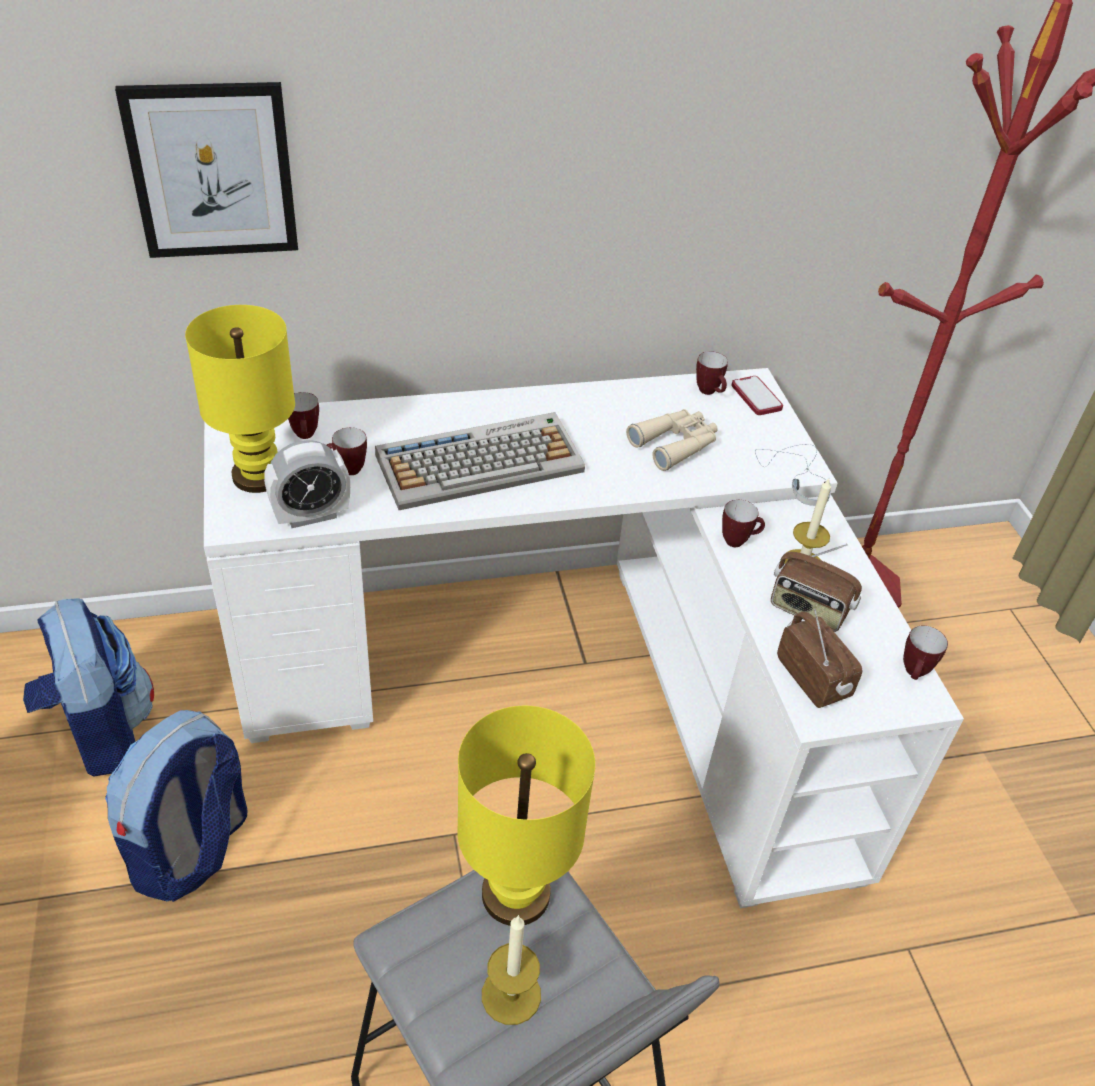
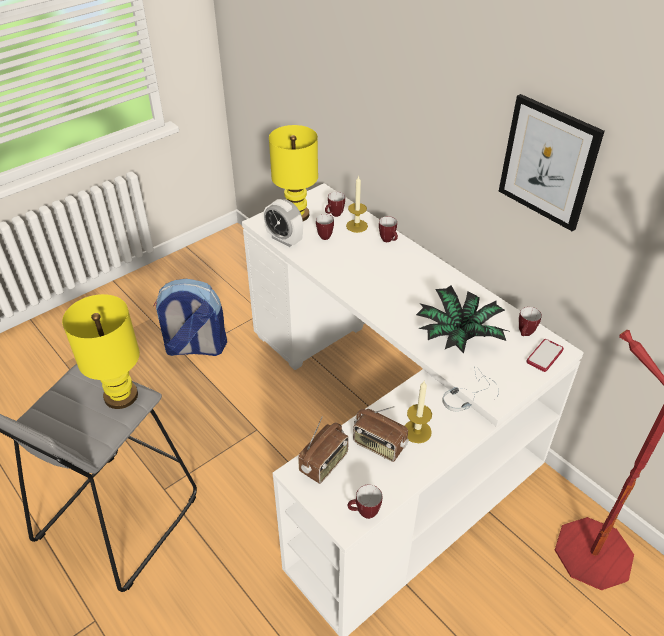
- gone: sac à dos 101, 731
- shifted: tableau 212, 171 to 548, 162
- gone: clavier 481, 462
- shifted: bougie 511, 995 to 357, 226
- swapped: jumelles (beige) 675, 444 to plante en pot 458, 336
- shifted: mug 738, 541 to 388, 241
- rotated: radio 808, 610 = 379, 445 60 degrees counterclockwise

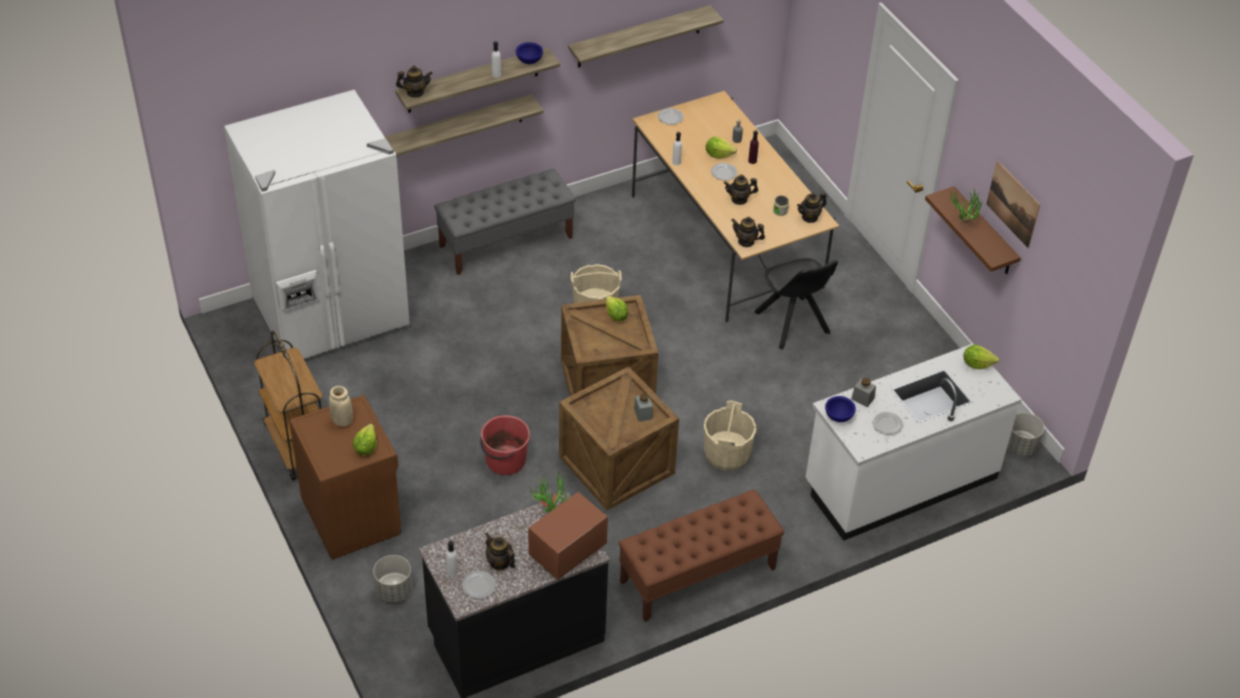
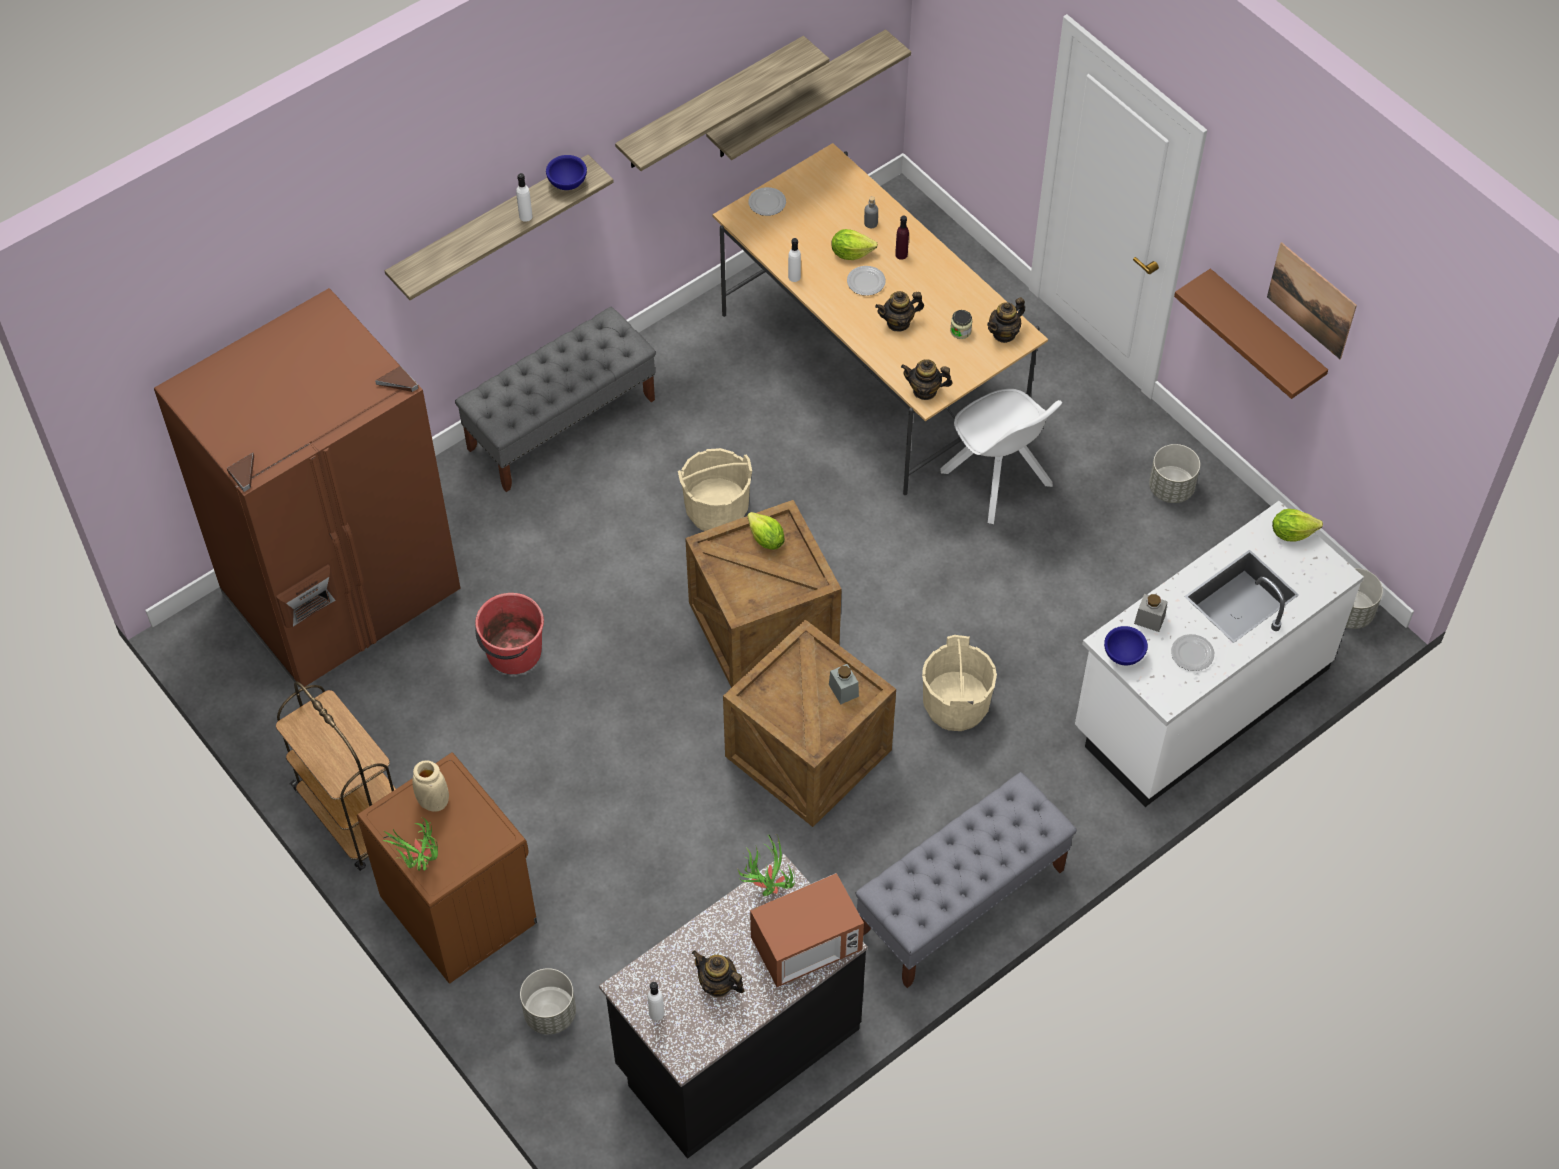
- repainted: réfrigérateur (blanc) 331, 316 to réfrigérateur (marron) 343, 595
- gone: laitue 366, 447
- shifted: étagère 458, 127 to 797, 95
- gone: théière 415, 92
- gone: assiette 478, 586
- shifted: seau (rouge) 505, 461 to 513, 652
- rotated: micro-ondes 567, 551 = 806, 947 150 degrees counterclockwise
- repainted: banc (marron) 697, 575 to banc (gris) 961, 902
- repainted: chaise (noir) 792, 324 to chaise (blanc) 998, 480
- shifted: plante en pot 963, 223 to 419, 865
- new: cache-pot (gris) 1171, 488

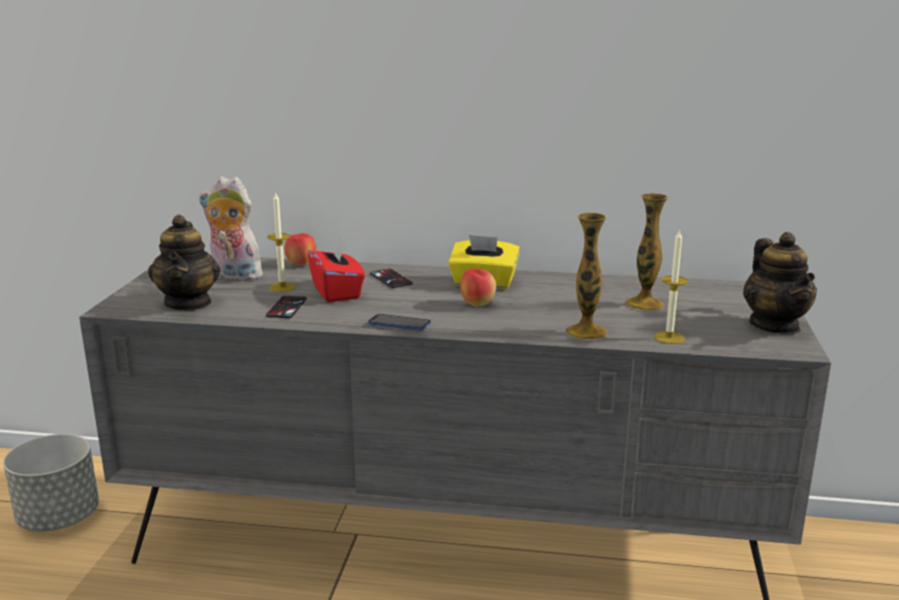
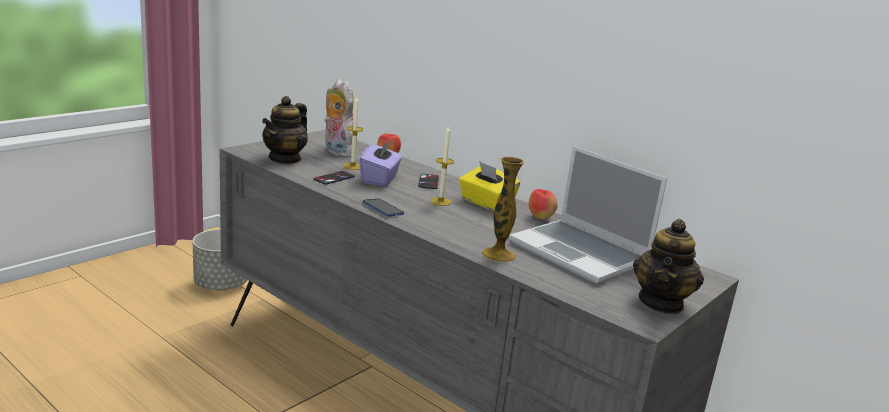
- repainted: boîte à mouchoirs (rouge) 337, 292 to boîte à mouchoirs (violet) 380, 179
- shifted: pomme 477, 304 to 540, 218
- swapped: vase 644, 304 to ordinateur portable 581, 253
- shifted: bougie 669, 337 to 440, 201

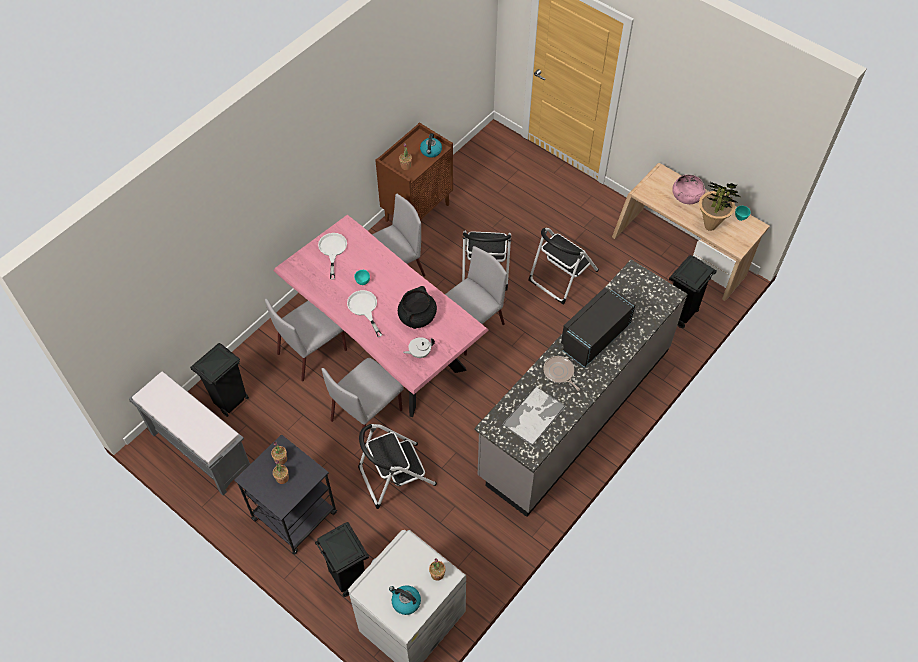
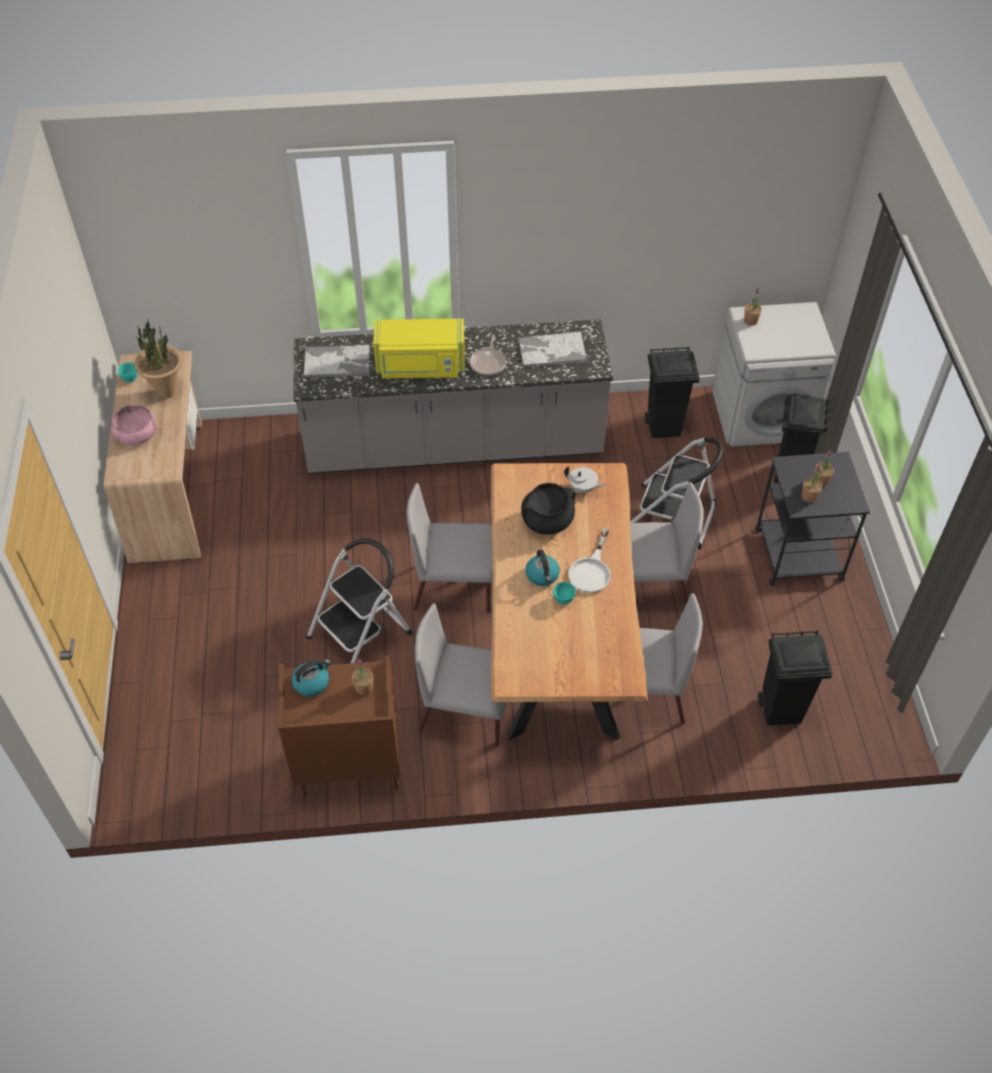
- gone: banc (gris) 199, 450
- repainted: table à manger (rose) 384, 344 to table à manger (marron) 558, 641
- gone: poêle (blanc) 332, 250
- shifted: bouilloire 405, 602 to 542, 575
- gone: escabeau 561, 276
- repainted: micro-ondes (noir) 593, 336 to micro-ondes (jaune) 420, 366
- shifted: poubelle (noir) 680, 315 to 664, 427
- new: plateau 337, 361

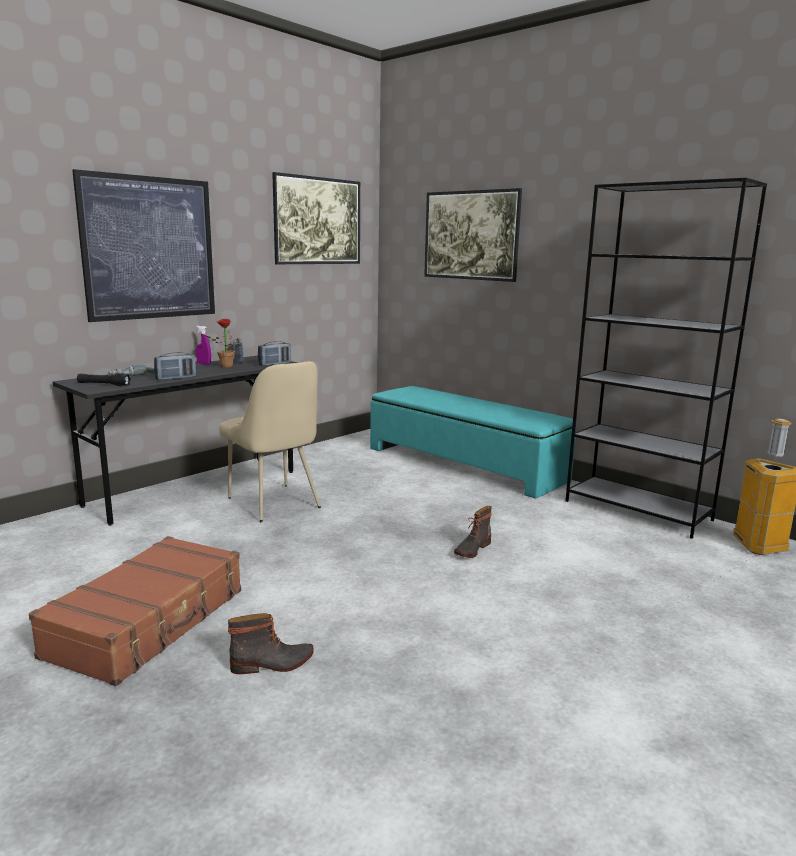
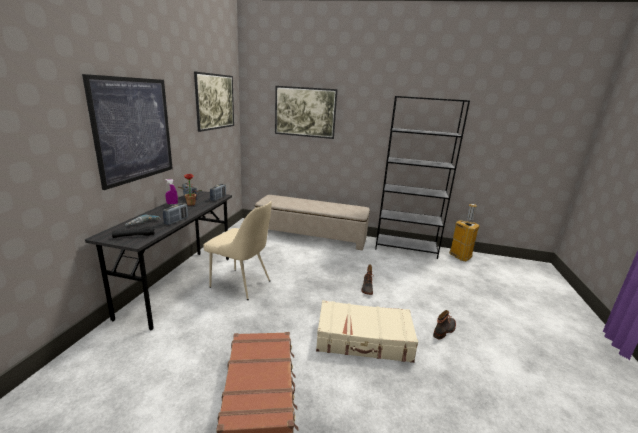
- shifted: botte 272, 664 to 444, 330
- repainted: banc (turquoise) 465, 464 to banc (beige) 311, 235
- new: valise (beige) 364, 340

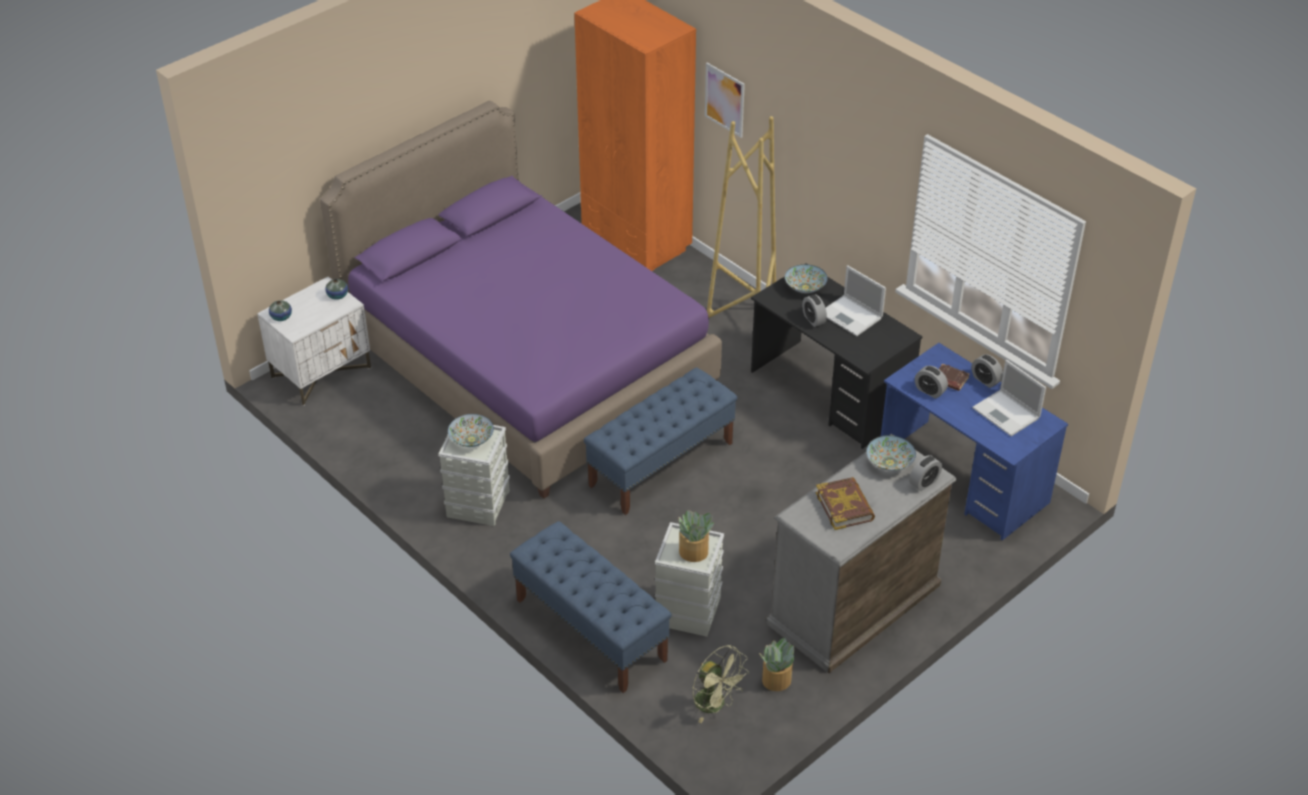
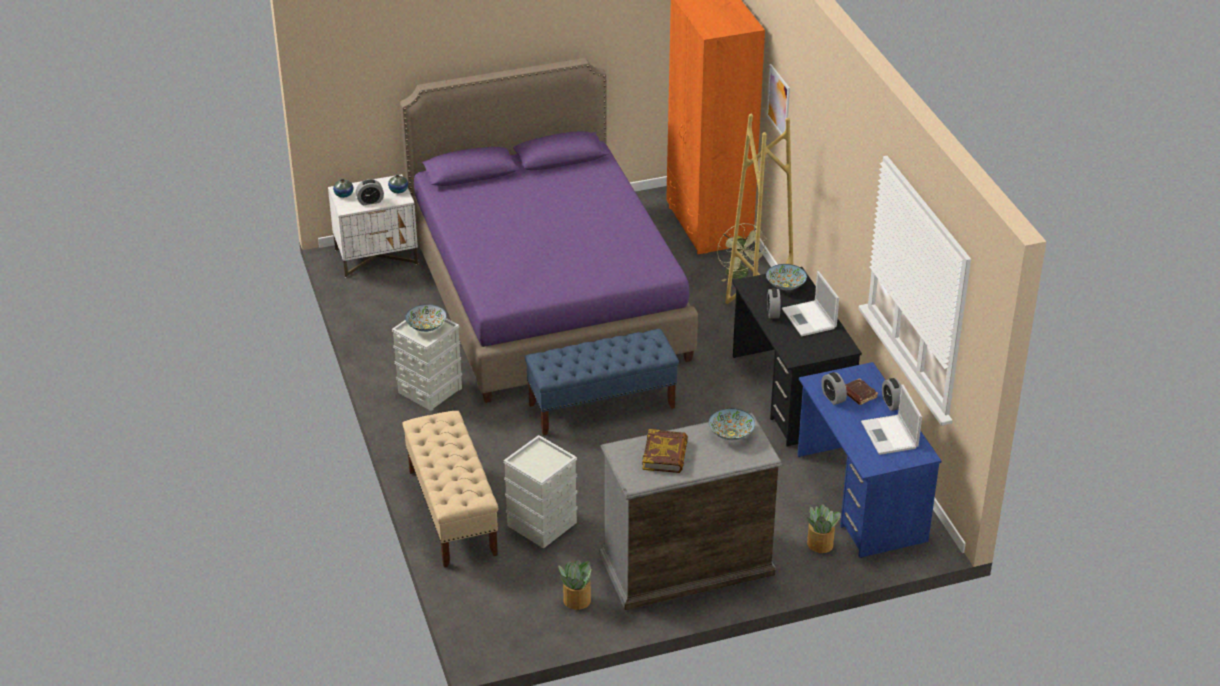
- repainted: banc (bleu) 590, 629 to banc (beige) 452, 512
- shifted: plante en pot 694, 552 to 820, 544
- shifted: ventilateur (vert) 715, 704 to 740, 275
- shifted: réveil 924, 482 to 370, 201

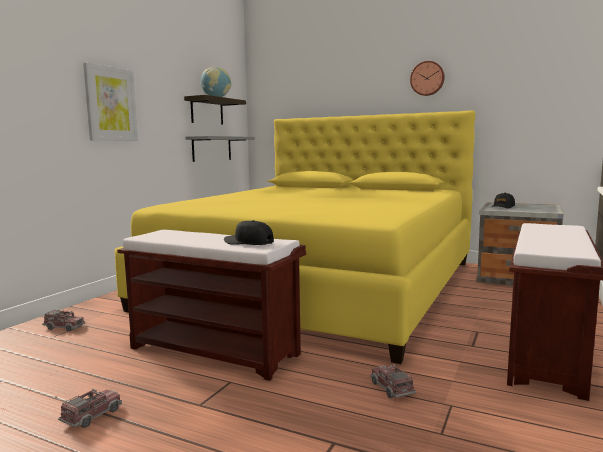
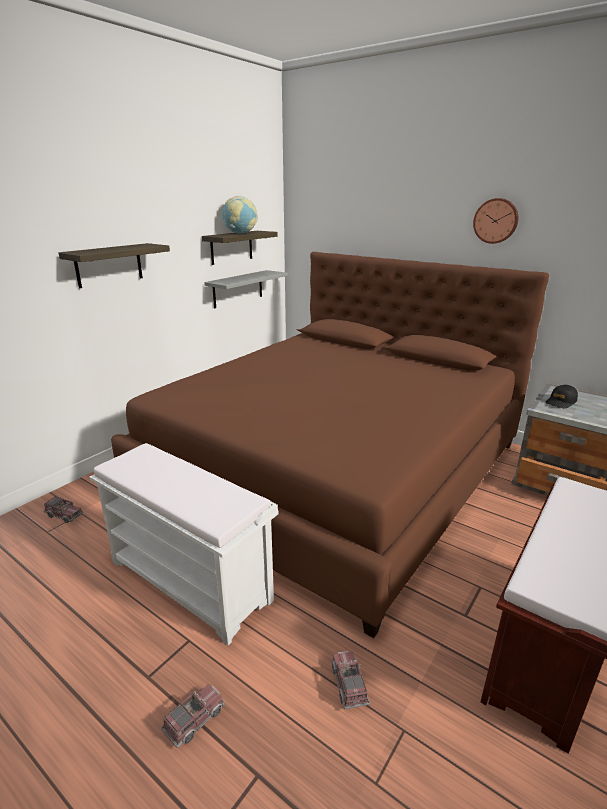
- shifted: camion jouet 92, 416 to 194, 719
- swapped: tableau 111, 104 to étagère 109, 265
- repainted: lit (jaune) 319, 284 to lit (marron) 334, 467
- repainted: banc (marron) 215, 351 to banc (blanc) 191, 580
- gone: casquette (noir) 248, 242

